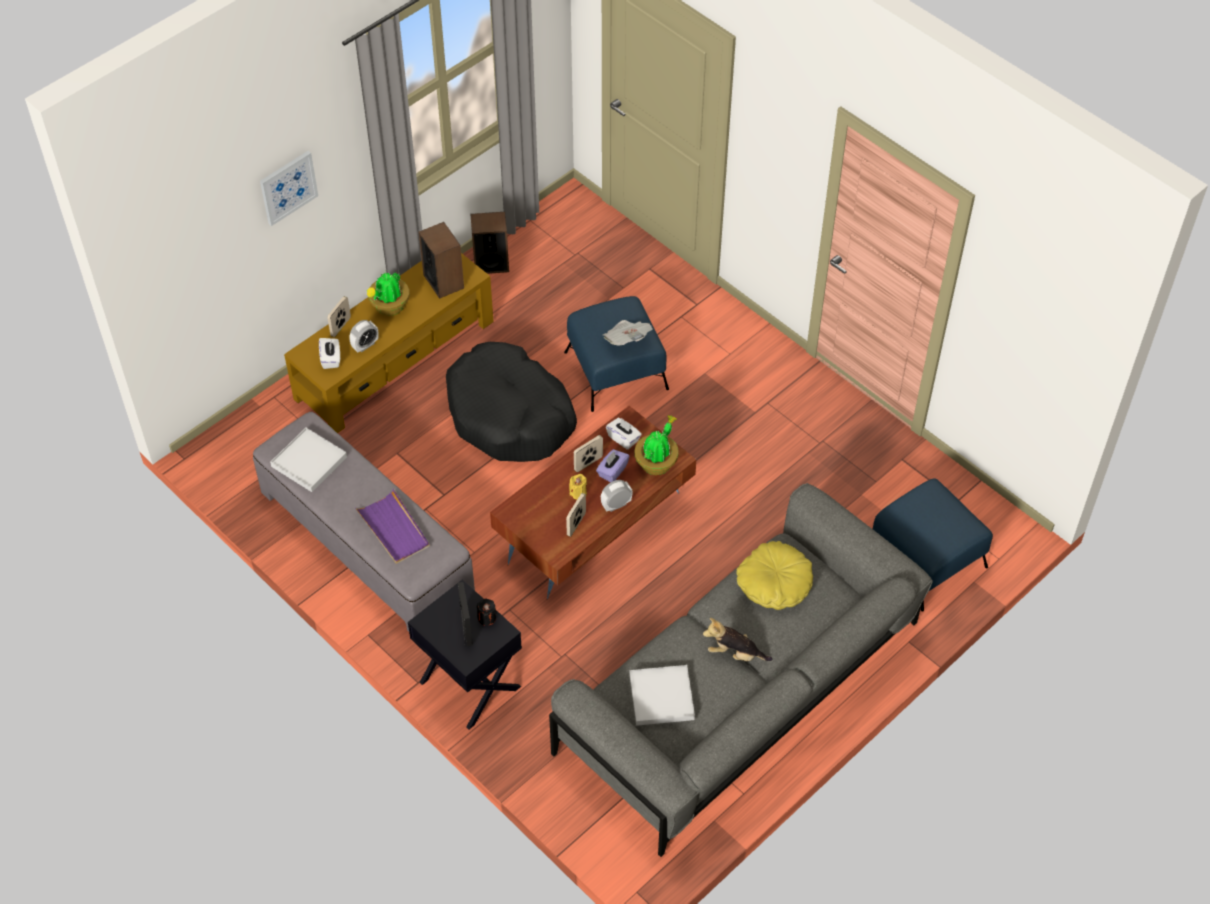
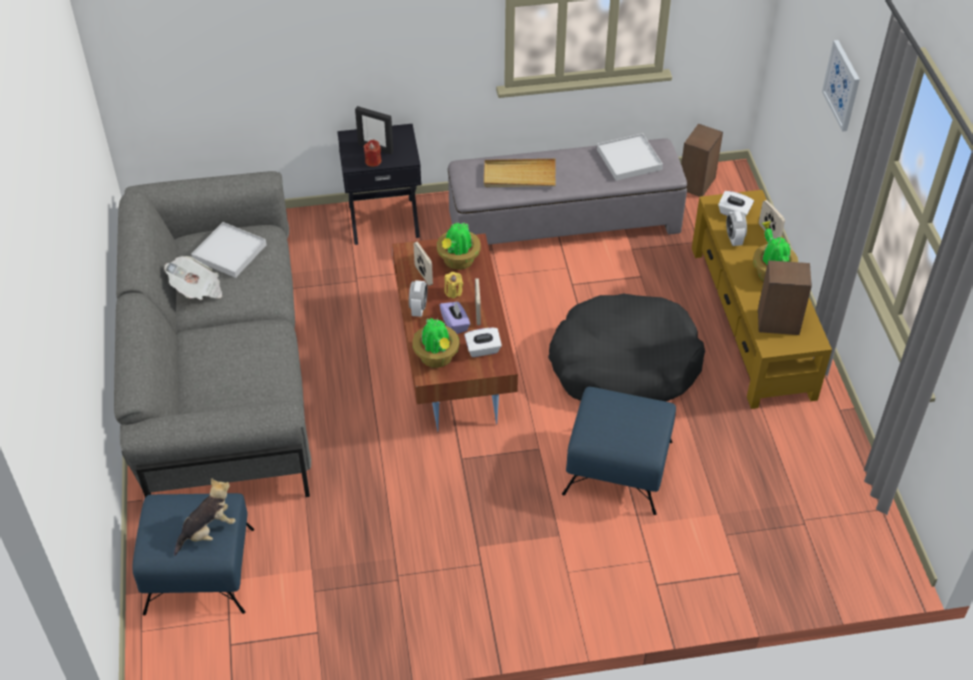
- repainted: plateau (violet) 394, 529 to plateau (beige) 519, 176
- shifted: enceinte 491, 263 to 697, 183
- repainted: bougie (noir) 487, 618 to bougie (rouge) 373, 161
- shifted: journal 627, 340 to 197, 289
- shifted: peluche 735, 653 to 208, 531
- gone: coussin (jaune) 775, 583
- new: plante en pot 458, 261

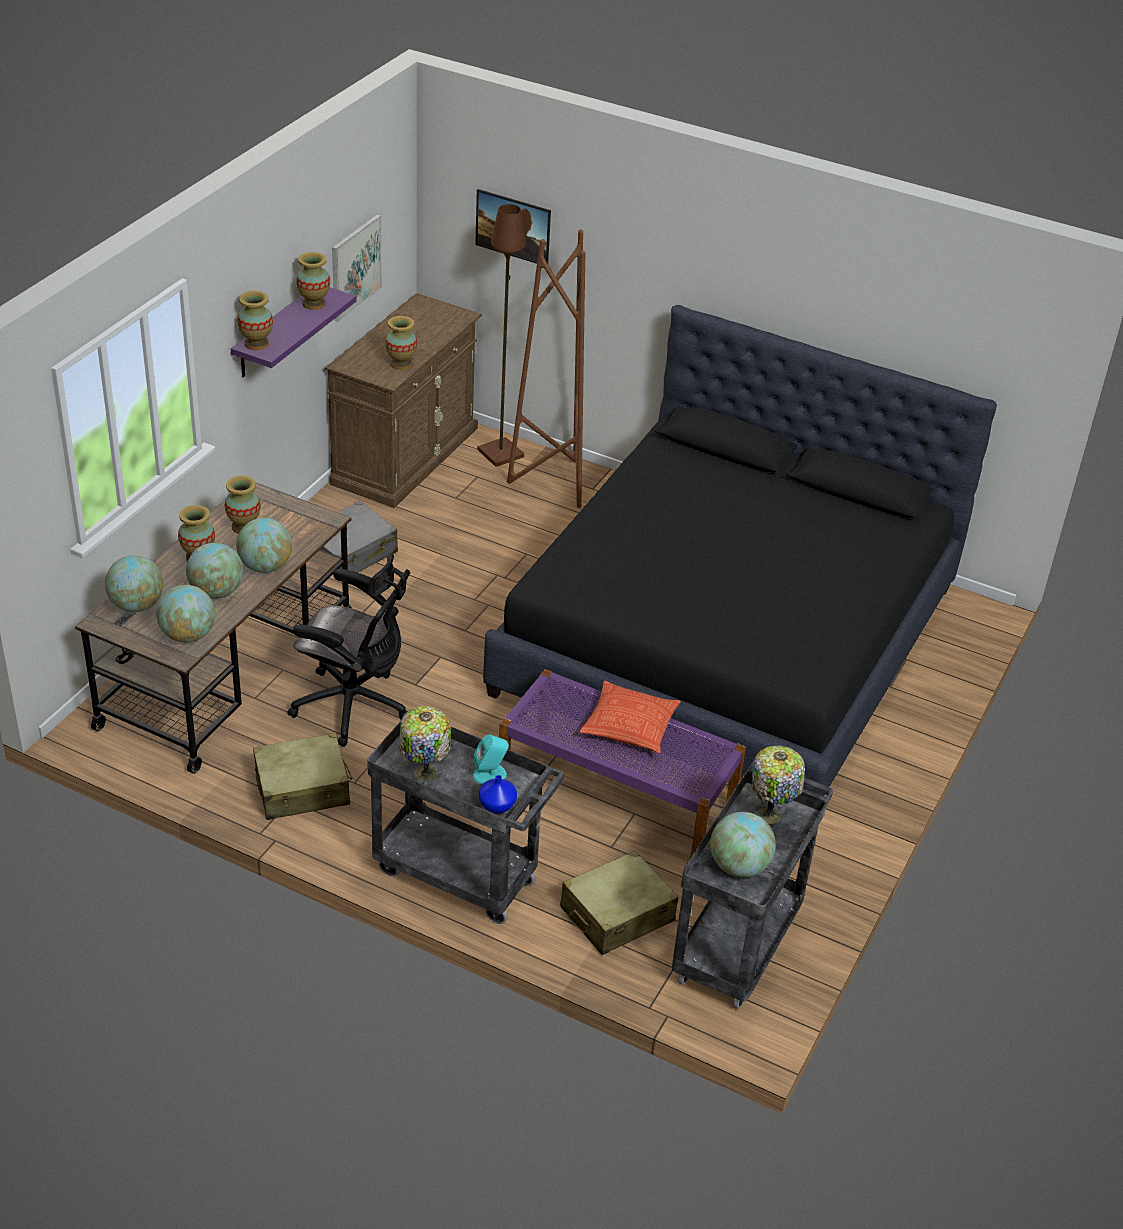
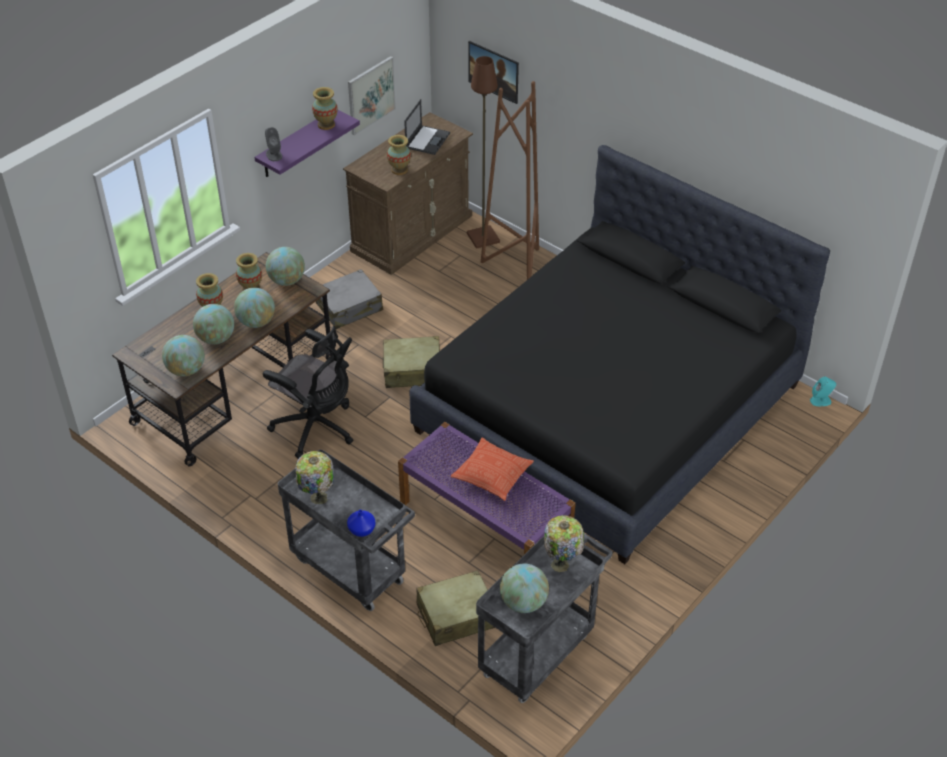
- shifted: globe 137, 605 to 287, 281
- swapped: vase 256, 344 to enceinte (gris) 274, 154
- shifted: valise (beige) 303, 788 to 413, 370
- shifted: enceinte (turquoise) 490, 774 to 821, 401
- new: ordinateur portable 427, 140

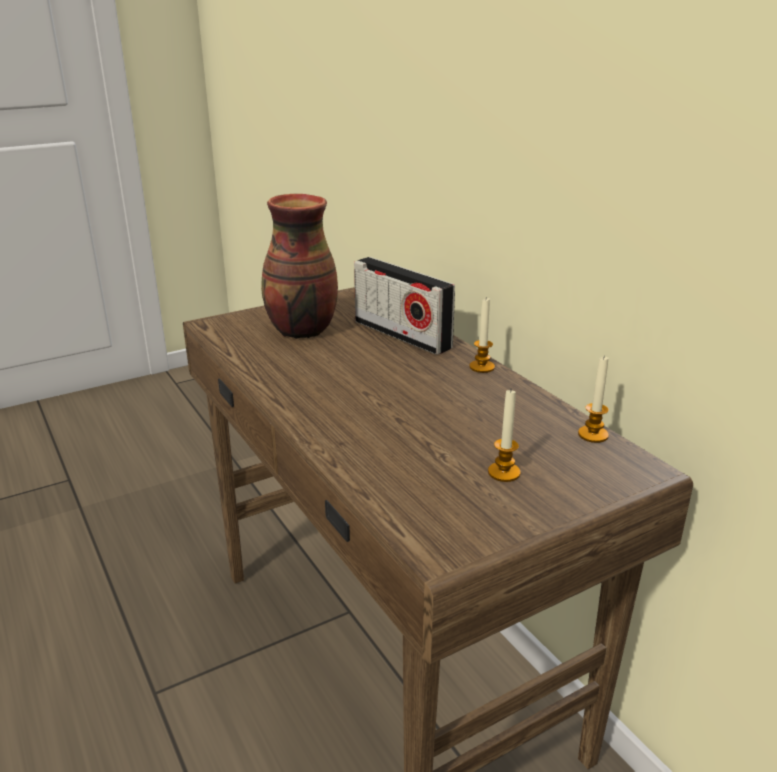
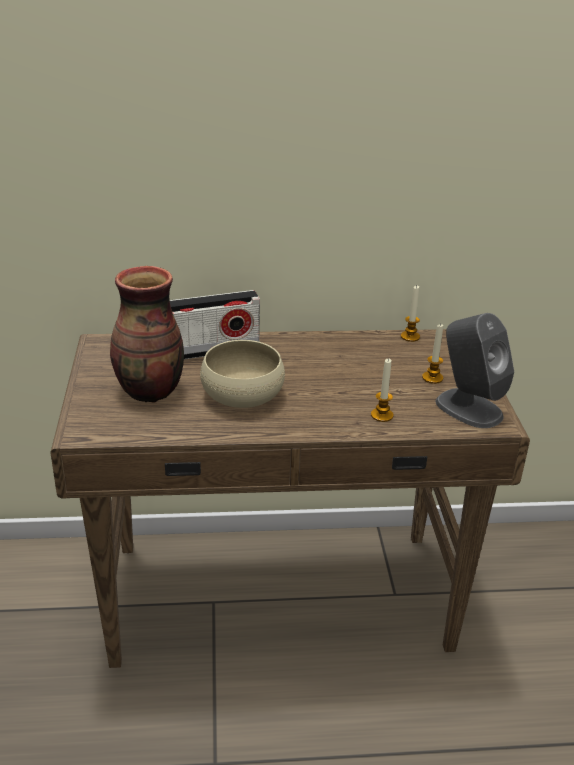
- shifted: bougie 481, 367 to 382, 415
- new: bol (beige) 242, 394
- new: enceinte (gris) 468, 408

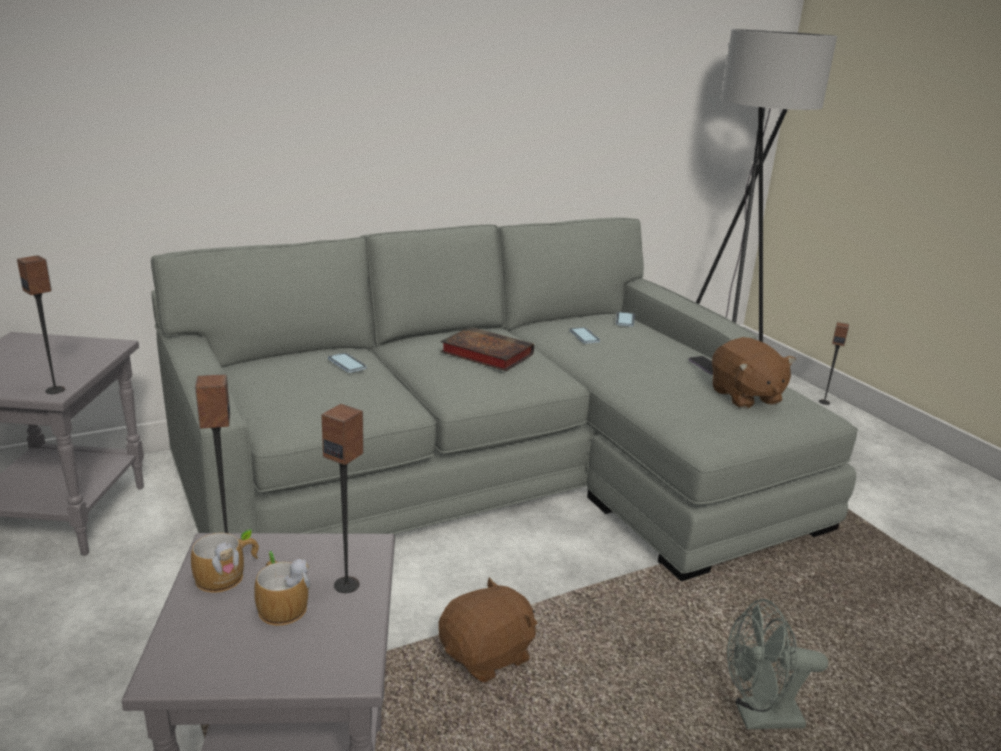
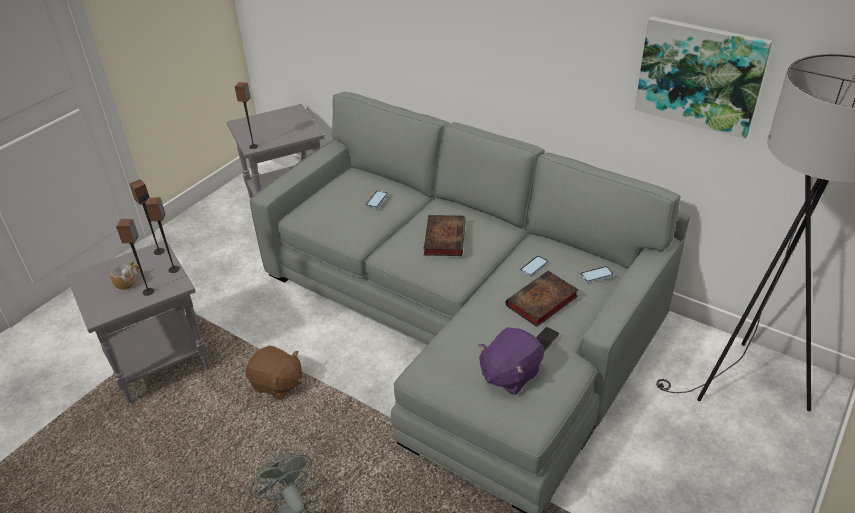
- gone: mug 228, 575
- repainted: peluche (marron) 745, 396 to peluche (violet) 509, 374
- shifted: enceinte 824, 402 to 174, 269
- new: livre 541, 302
- new: tableau 700, 75

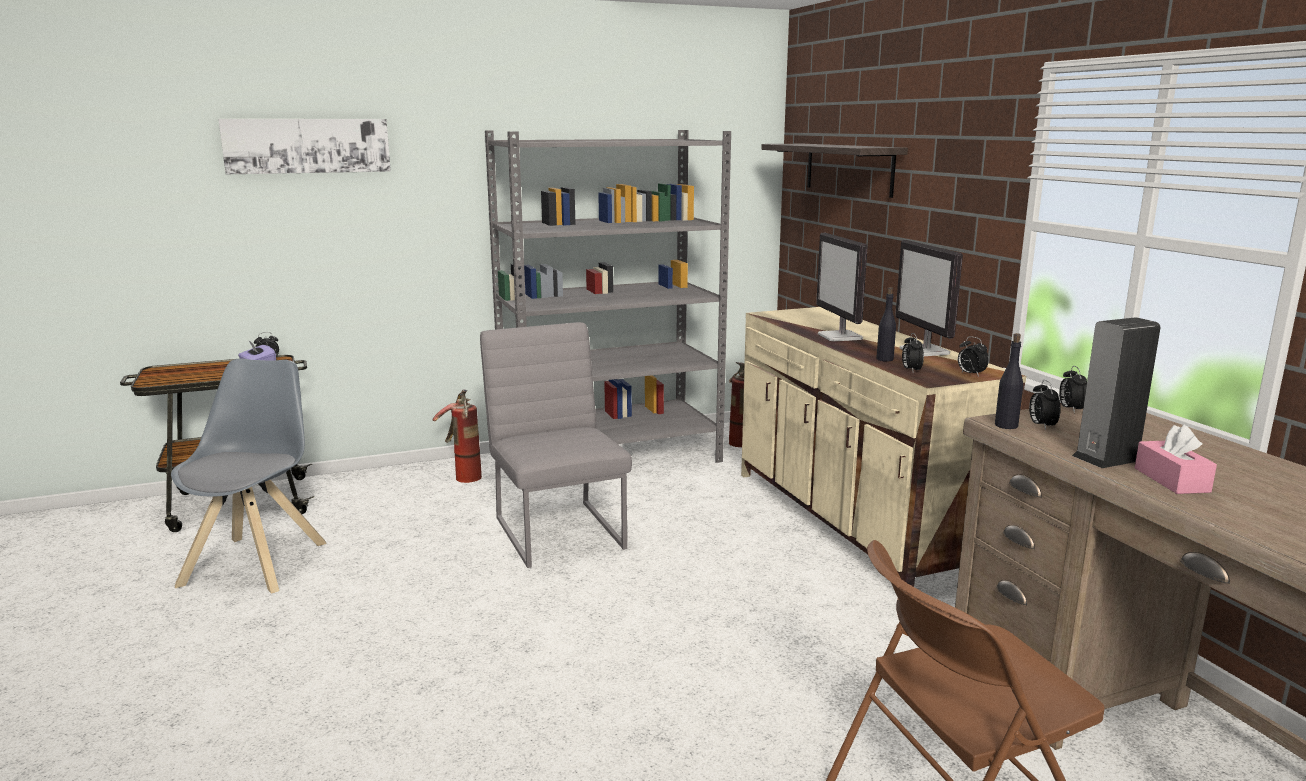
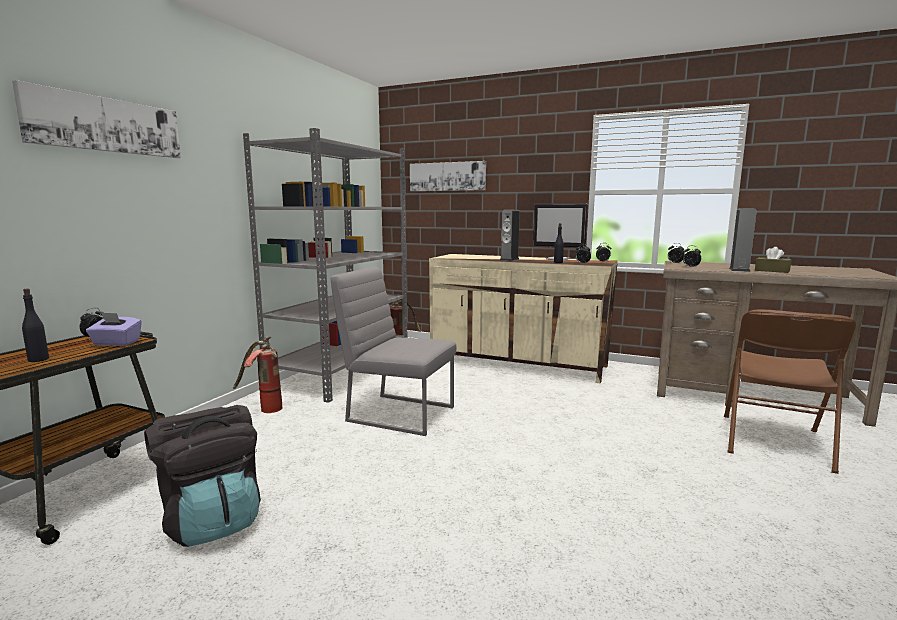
- swapped: chaise (gris) 257, 562 to sac à dos (noir) 212, 520
- swapped: étagère 848, 168 to tableau 447, 176
- swapped: écran d'ordinateur 840, 337 to enceinte 509, 259
- shifted: bouteille (noir) 1006, 425 to 39, 359
- repainted: boîte à mouchoirs (rose) 1171, 480 to boîte à mouchoirs (marron) 772, 271

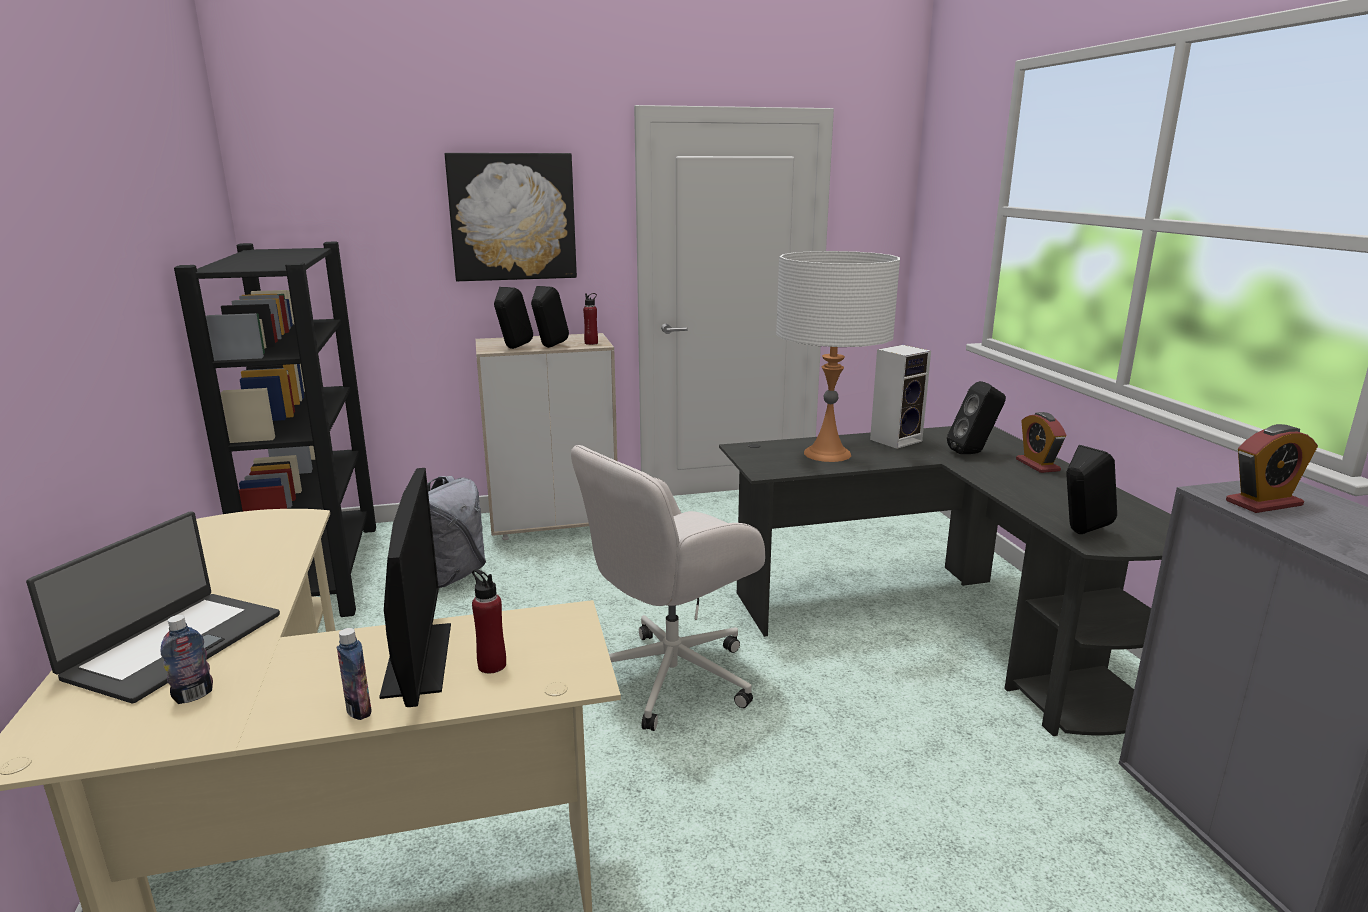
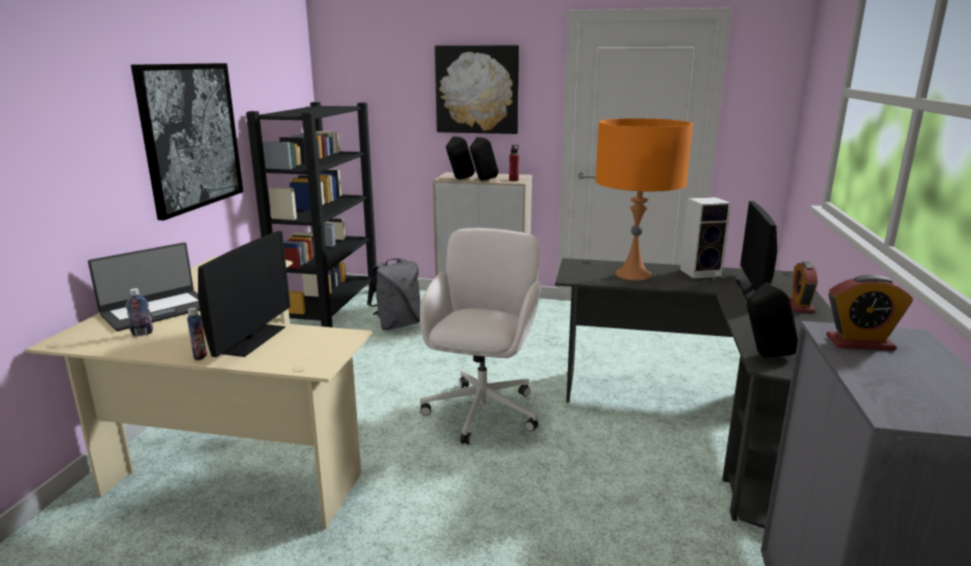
- gone: bouteille (rouge) 492, 665
- rotated: chaise de bureau (blanc) 672, 678 = 482, 412 120 degrees clockwise
- repainted: lampe de table (blanc) 827, 454 to lampe de table (orange) 633, 274
- swapped: enceinte (noir) 974, 453 to écran d'ordinateur 754, 290
- new: tableau 191, 136

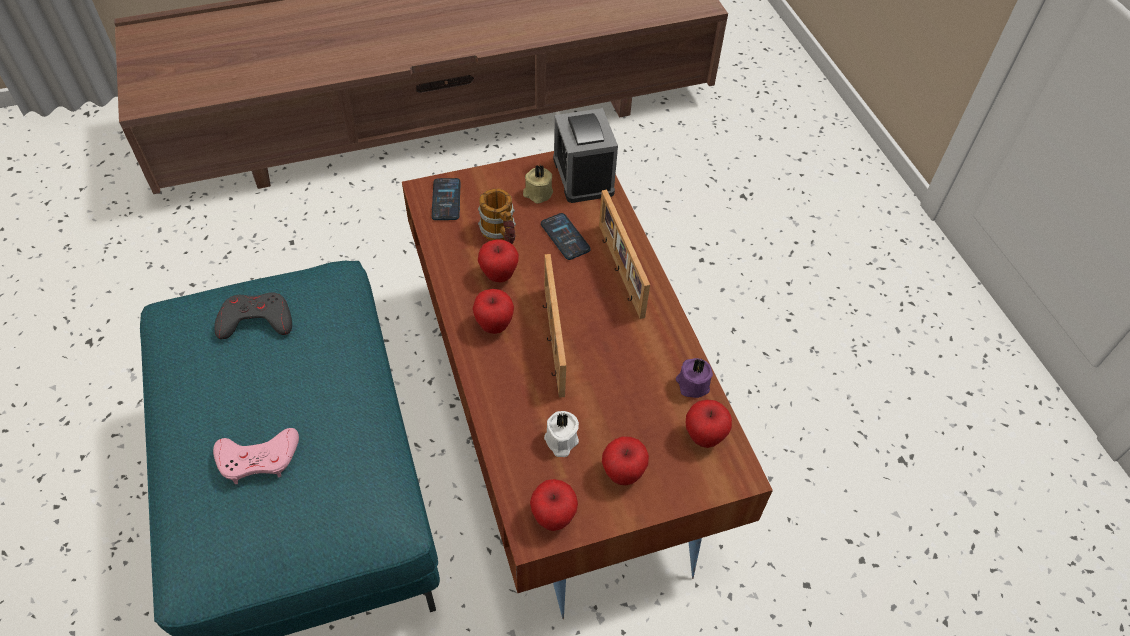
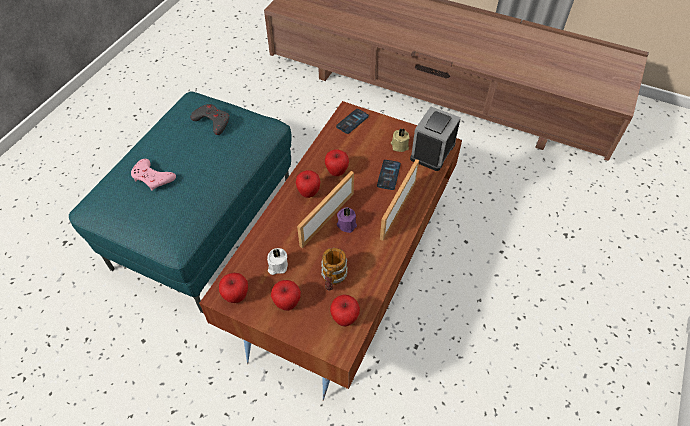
- shifted: mug 500, 234 to 333, 278
- shifted: bougie (violet) 692, 384 to 347, 224

